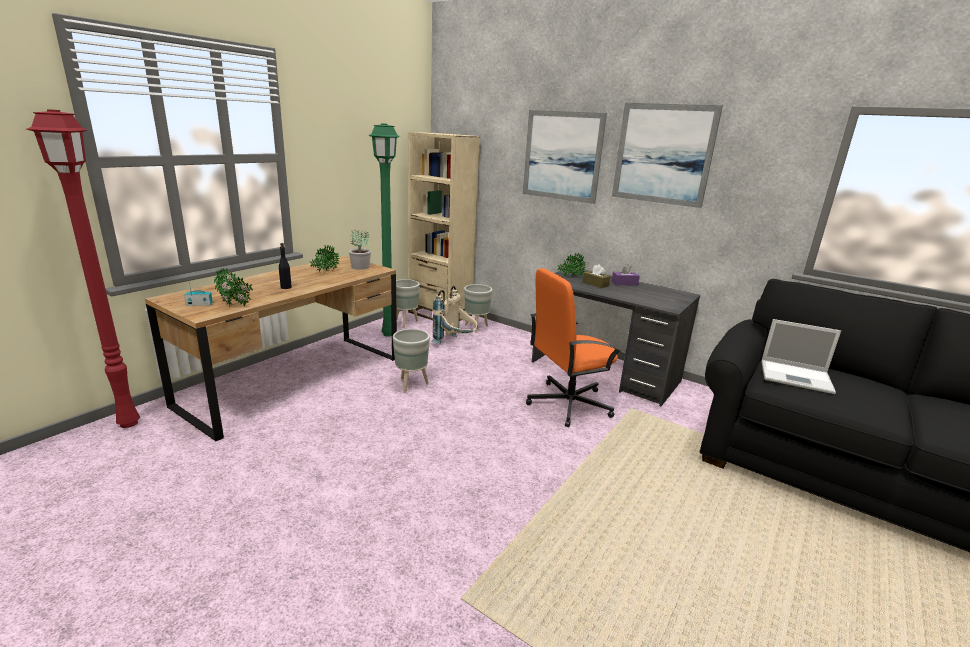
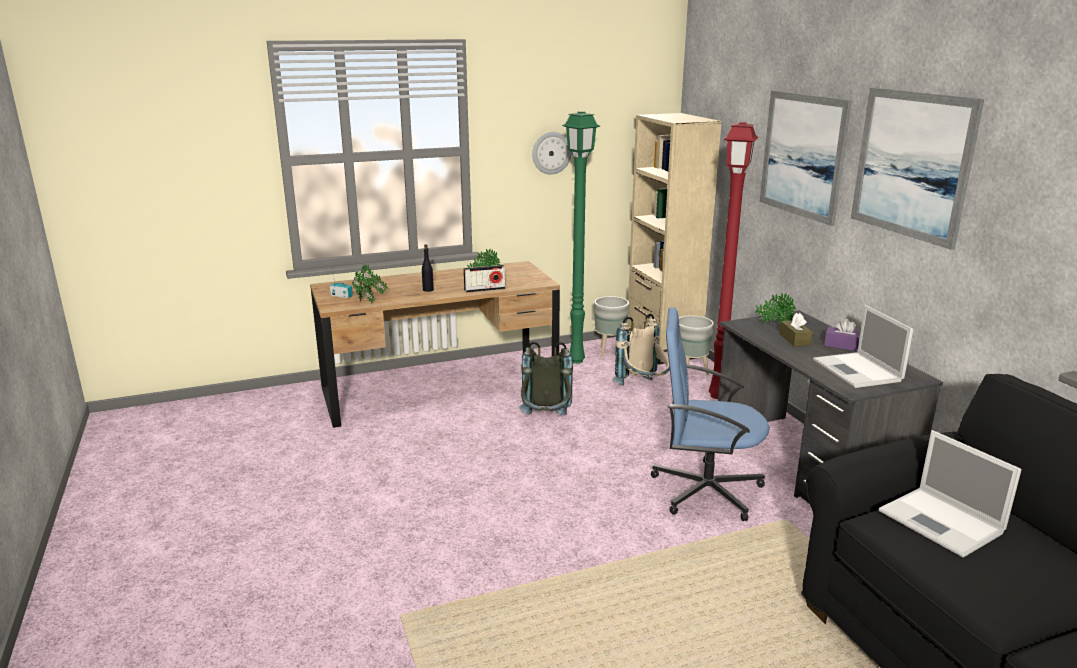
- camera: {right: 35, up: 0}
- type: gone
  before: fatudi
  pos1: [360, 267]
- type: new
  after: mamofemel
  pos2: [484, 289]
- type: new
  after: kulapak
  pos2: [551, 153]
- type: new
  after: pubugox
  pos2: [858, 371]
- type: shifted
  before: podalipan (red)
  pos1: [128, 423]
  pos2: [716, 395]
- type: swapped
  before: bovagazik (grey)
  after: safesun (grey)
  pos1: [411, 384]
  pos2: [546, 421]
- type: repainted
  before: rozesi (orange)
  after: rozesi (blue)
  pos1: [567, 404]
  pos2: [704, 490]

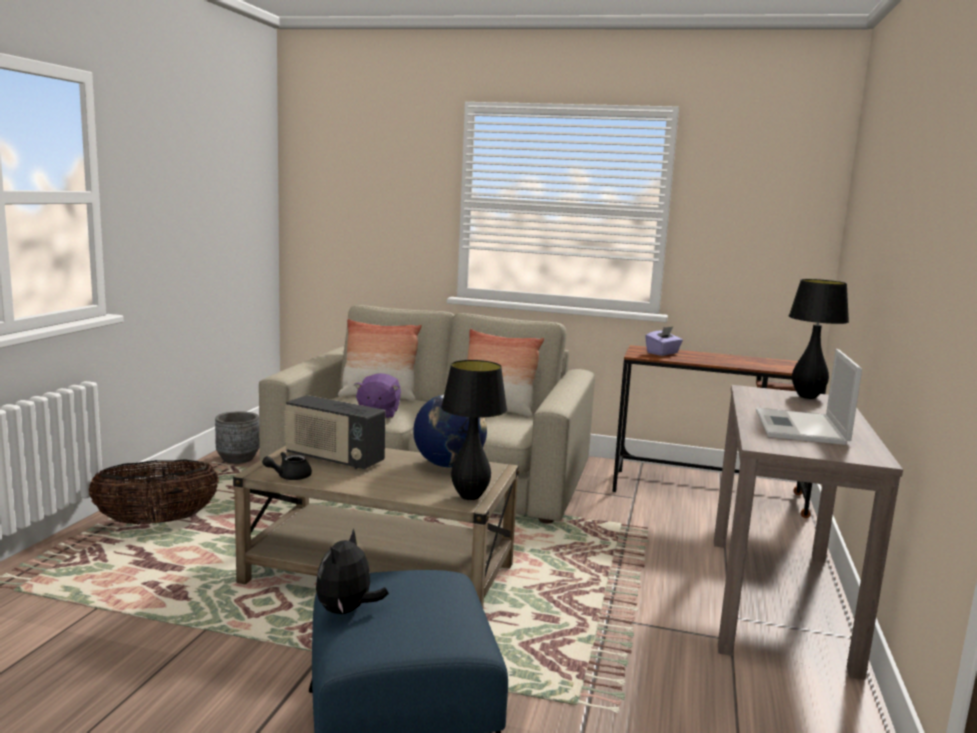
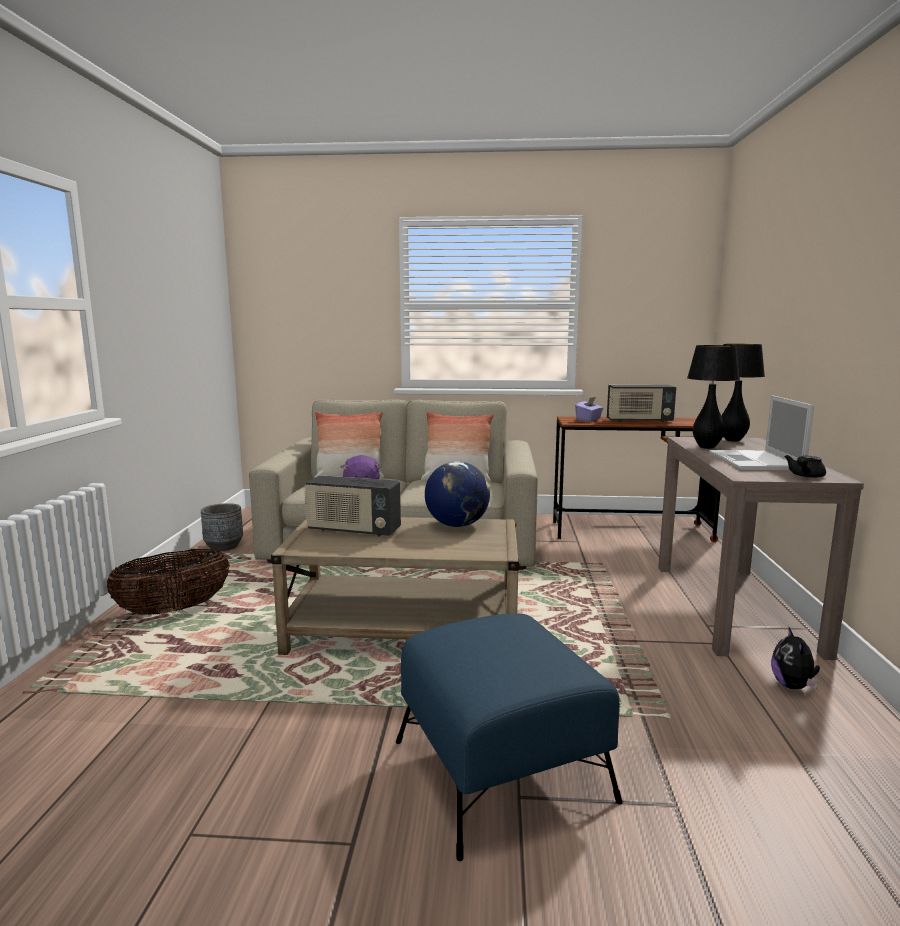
- camera: {right: -10, up: 0}
- type: new
  after: mamofemel
  pos2: [639, 421]
- type: shifted
  before: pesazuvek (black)
  pos1: [289, 477]
  pos2: [805, 476]
- type: shifted
  before: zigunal
  pos1: [347, 611]
  pos2: [793, 686]
- type: shifted
  before: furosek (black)
  pos1: [470, 497]
  pos2: [706, 447]

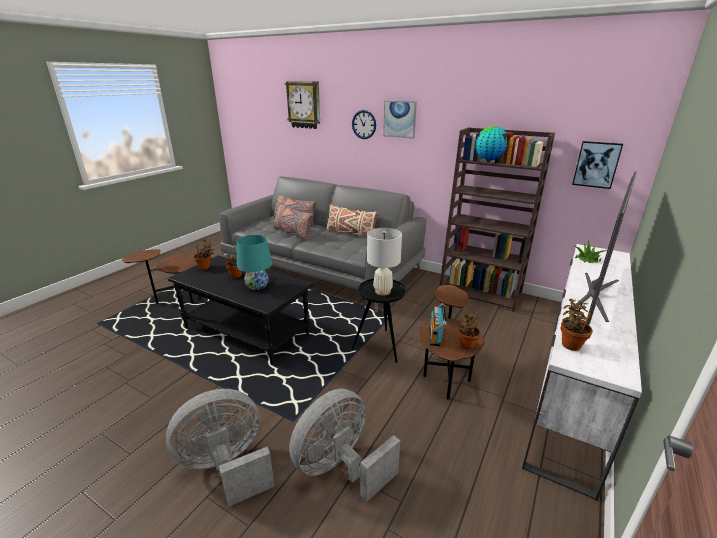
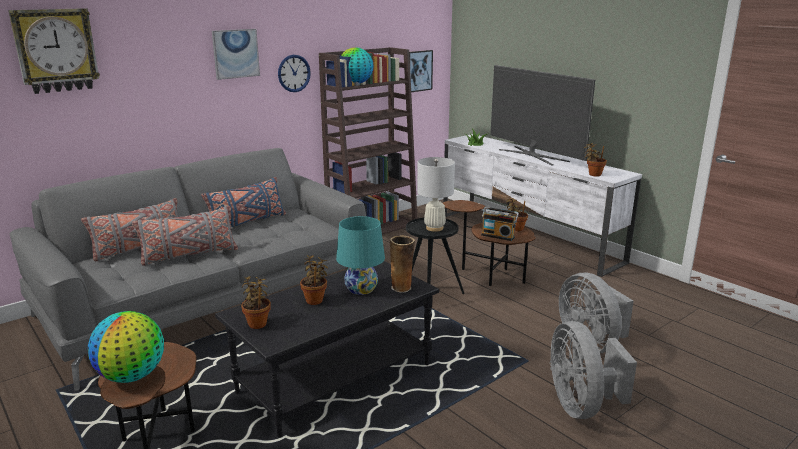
- camera: {right: -70, up: -5}
- type: new
  after: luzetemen
  pos2: [132, 376]
- type: new
  after: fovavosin
  pos2: [402, 288]
- type: shifted
  before: kulapak
  pos1: [364, 124]
  pos2: [294, 73]
- type: repainted
  before: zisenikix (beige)
  after: zisenikix (blue)
  pos1: [351, 233]
  pos2: [247, 222]

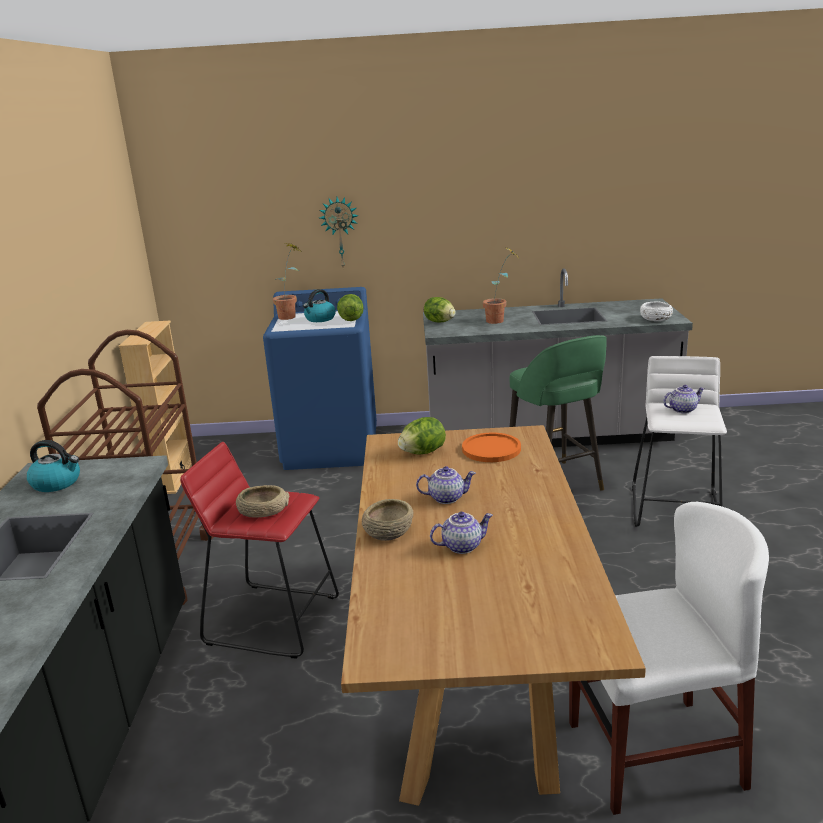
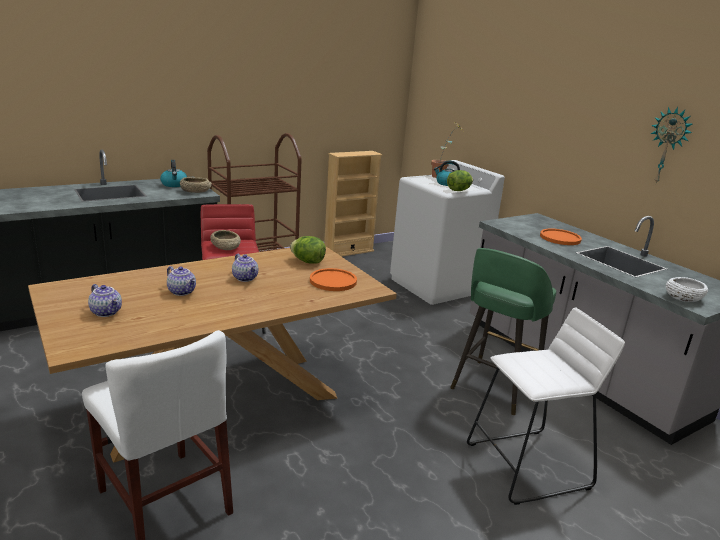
- camera: {right: 55, up: 0}
- type: gone
  before: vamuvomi
  pos1: [440, 322]
- type: shifted
  before: kulapak
  pos1: [340, 232]
  pos2: [668, 146]
- type: shifted
  before: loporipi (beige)
  pos1: [388, 531]
  pos2: [195, 191]
- type: shifted
  before: pesazuvek
  pos1: [682, 409]
  pos2: [107, 312]
- type: swapped
  before: fatudi
  after: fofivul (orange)
  pos1: [500, 321]
  pos2: [560, 238]
- type: repainted
  before: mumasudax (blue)
  after: mumasudax (white)
  pos1: [332, 448]
  pos2: [437, 285]

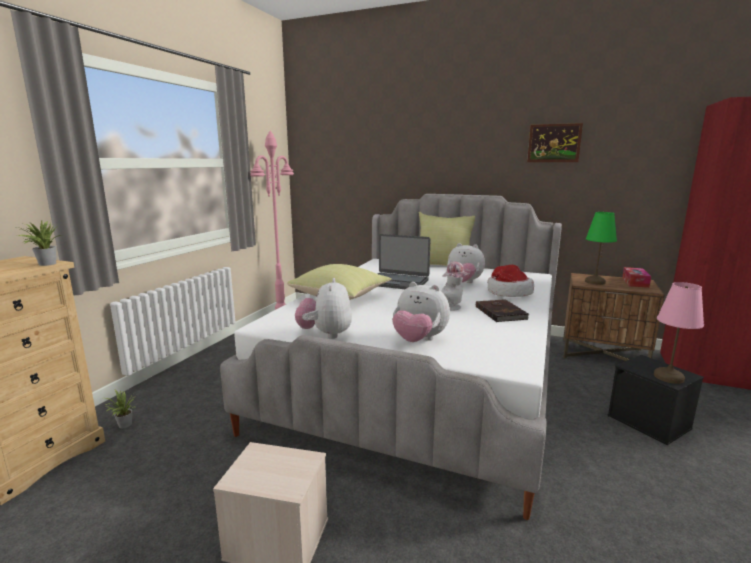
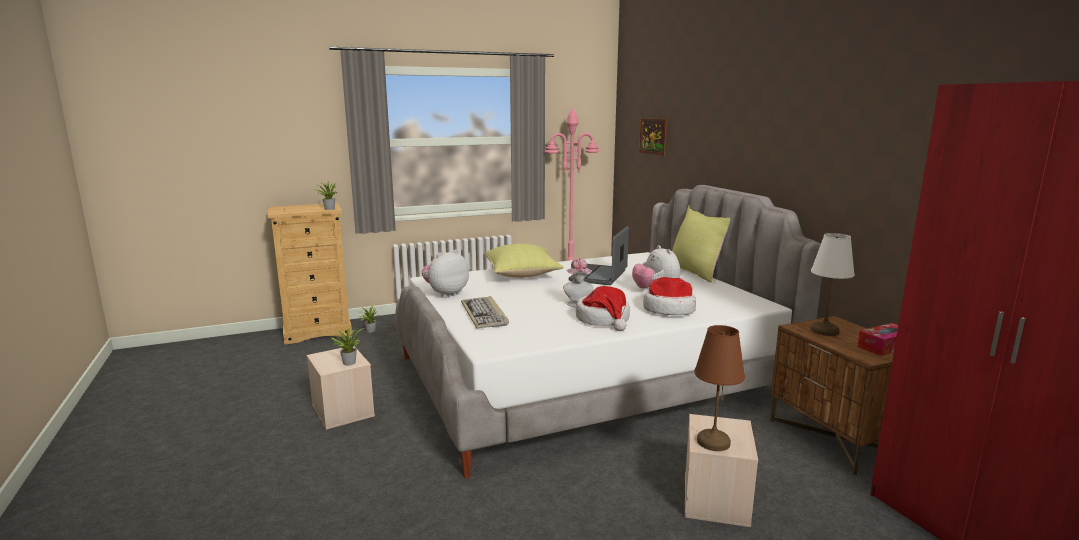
- camera: {right: 45, up: 0}
- type: new
  after: fatudi
  pos2: [348, 362]
- type: shifted
  before: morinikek
  pos1: [554, 143]
  pos2: [653, 136]
- type: swapped
  before: zigunal
  after: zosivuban
  pos1: [419, 340]
  pos2: [484, 315]
- type: swapped
  before: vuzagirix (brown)
  after: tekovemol
  pos1: [501, 312]
  pos2: [603, 319]
- type: repainted
  before: furosek (green)
  after: furosek (white)
  pos1: [594, 282]
  pos2: [824, 330]
- type: repainted
  before: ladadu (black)
  after: ladadu (beige)
  pos1: [650, 422]
  pos2: [716, 499]
- type: repainted
  before: furosek (pink)
  after: furosek (brown)
  pos1: [669, 377]
  pos2: [713, 442]
- type: rotated
  before: pubugox
  pos1: [397, 282]
  pos2: [599, 276]
  turn: 45

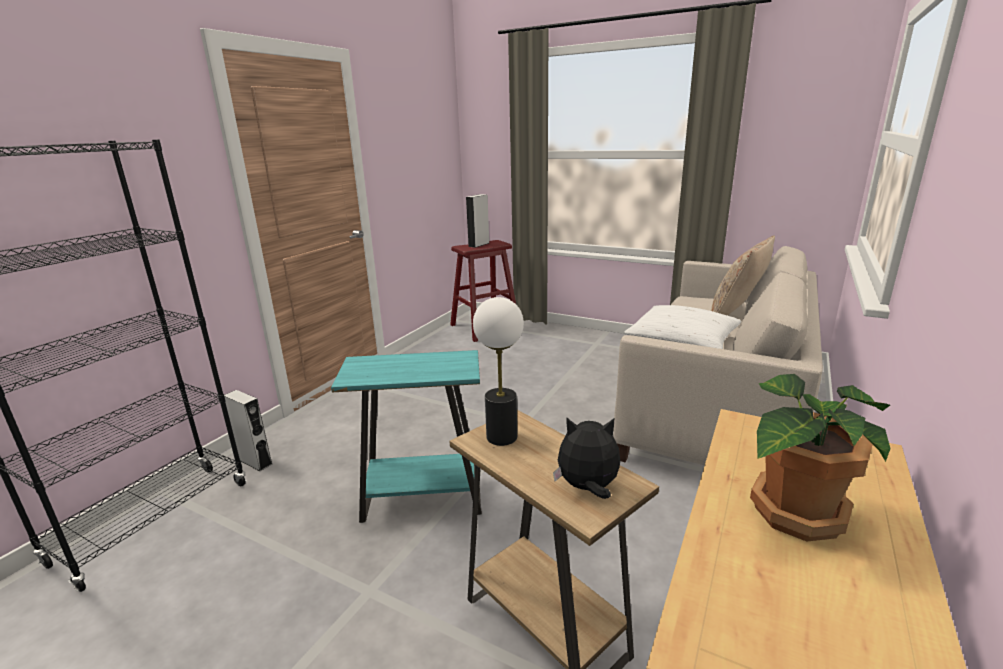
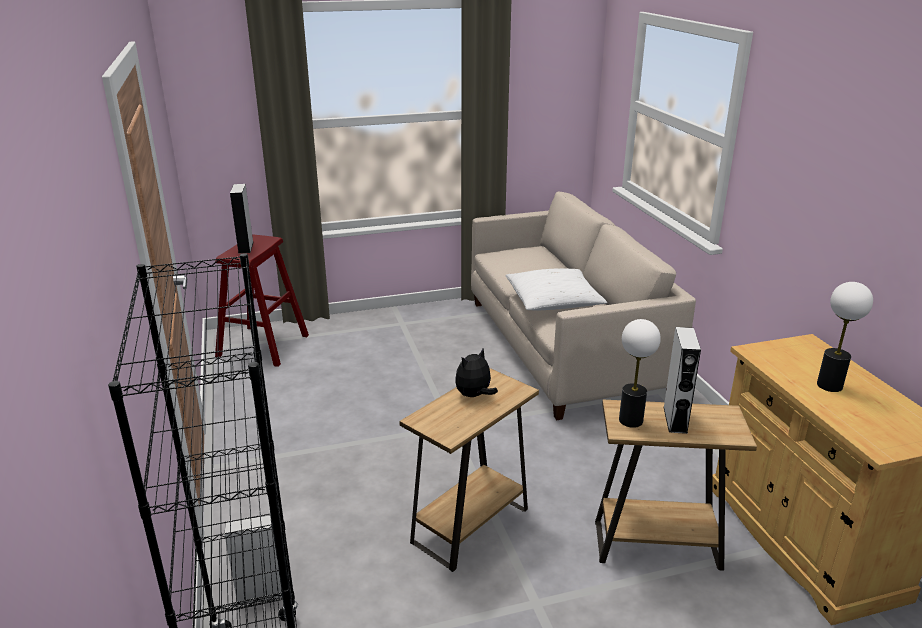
- camera: {right: -45, up: 5}
- type: gone
  before: zisenikix (beige)
  pos1: [736, 315]
- type: new
  after: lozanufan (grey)
  pos2: [675, 419]
- type: shifted
  before: zigunal
  pos1: [587, 488]
  pos2: [474, 396]
- type: swapped
  before: fatudi
  after: furosek
  pos1: [793, 513]
  pos2: [829, 385]
- type: repainted
  before: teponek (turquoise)
  after: teponek (brown)
  pos1: [423, 499]
  pos2: [470, 526]

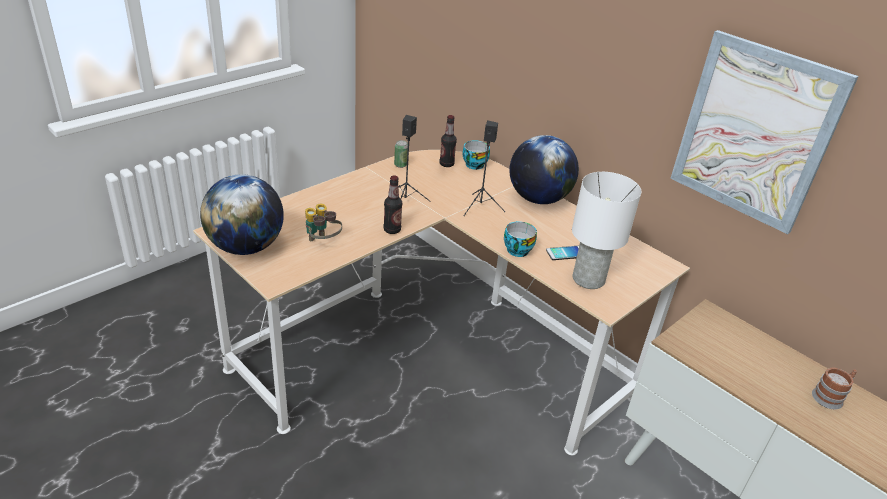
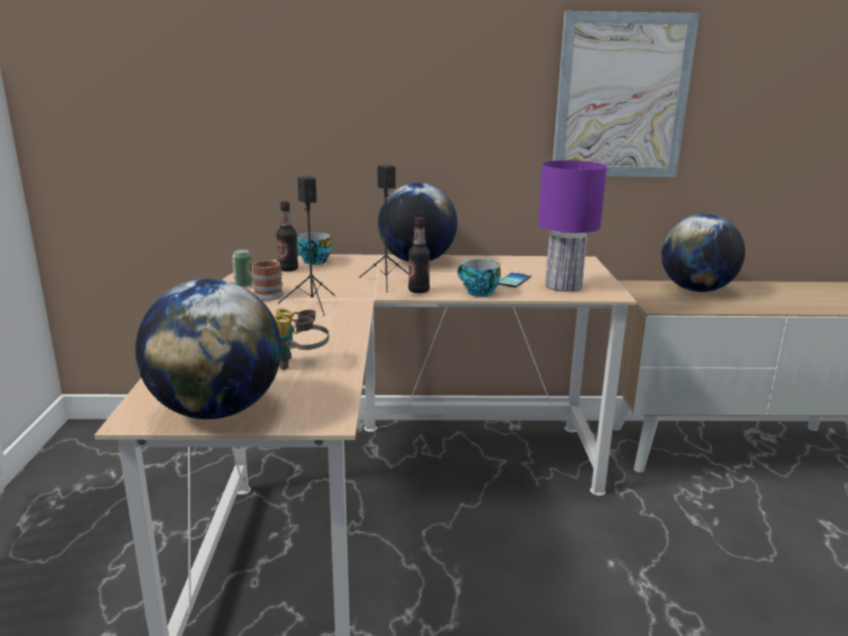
- camera: {right: -45, up: -15}
- type: new
  after: luzetemen
  pos2: [696, 290]
- type: shifted
  before: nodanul
  pos1: [392, 230]
  pos2: [418, 291]
- type: shifted
  before: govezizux
  pos1: [830, 397]
  pos2: [271, 293]
- type: repainted
  before: furosek (white)
  after: furosek (purple)
  pos1: [588, 280]
  pos2: [564, 286]

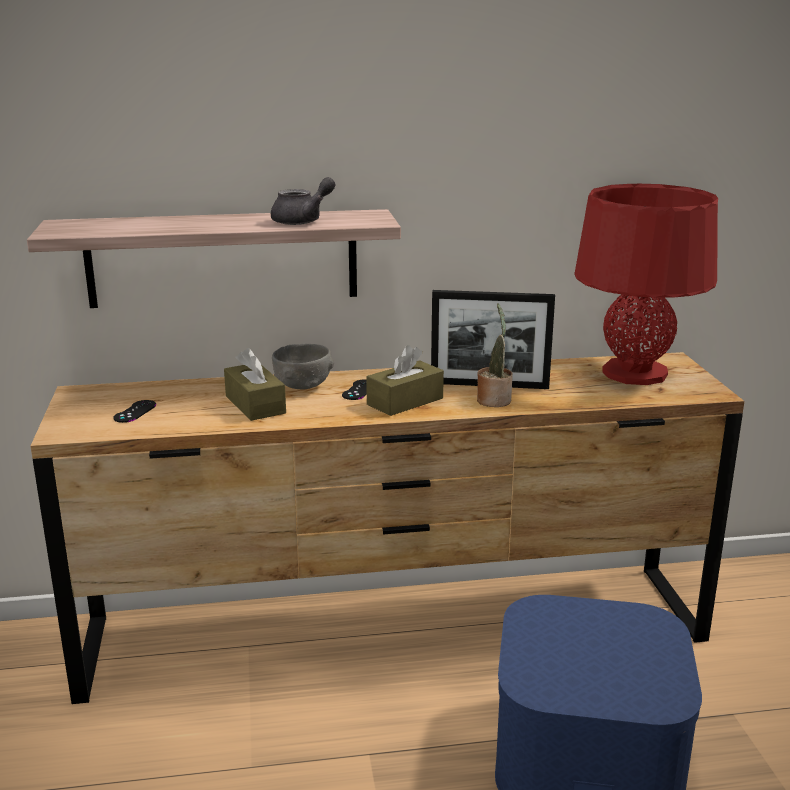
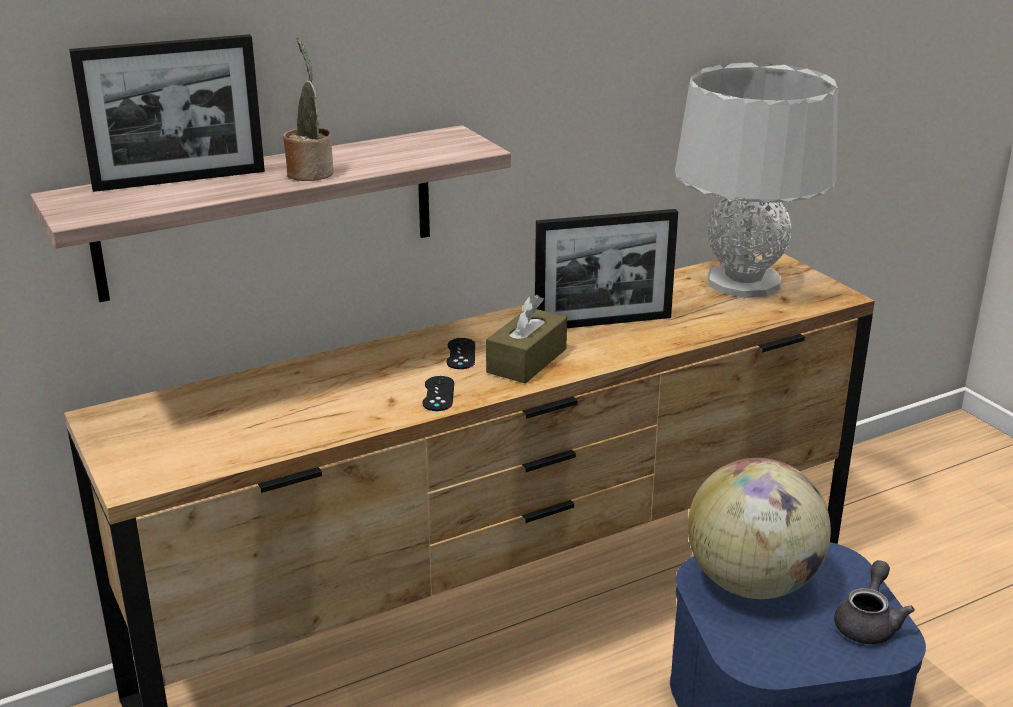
- camera: {right: -20, up: 5}
- type: gone
  before: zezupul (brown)
  pos1: [255, 405]
- type: gone
  before: loporipi (grey)
  pos1: [303, 386]
- type: new
  after: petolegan
  pos2: [180, 180]
- type: new
  after: luzetemen
  pos2: [752, 583]
- type: shifted
  before: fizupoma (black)
  pos1: [135, 411]
  pos2: [438, 394]
- type: shifted
  before: pesazuvek (grey)
  pos1: [303, 220]
  pos2: [868, 623]
- type: shifted
  before: fatudi
  pos1: [494, 399]
  pos2: [310, 172]
- type: repainted
  before: furosek (red)
  after: furosek (grey)
  pos1: [634, 373]
  pos2: [743, 282]

